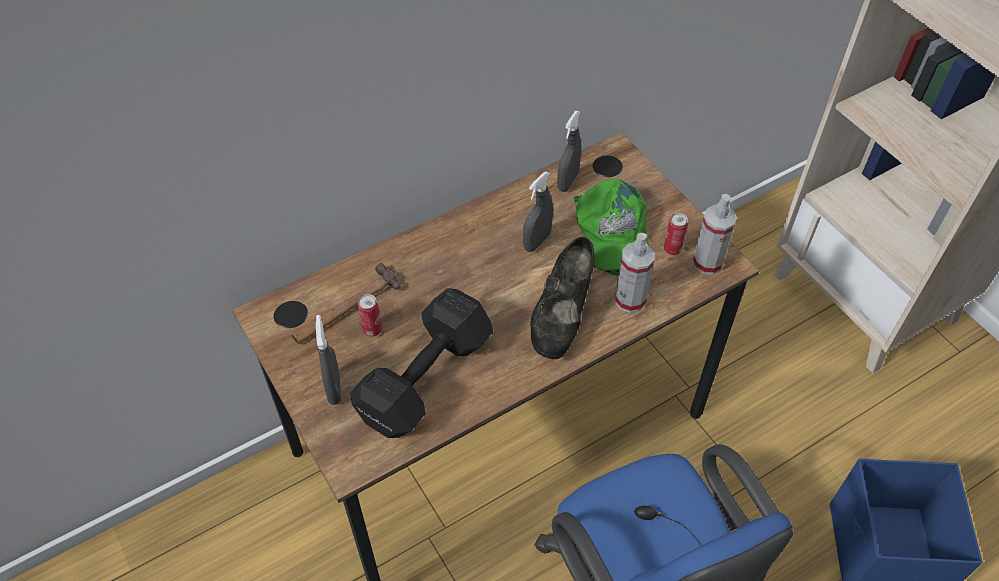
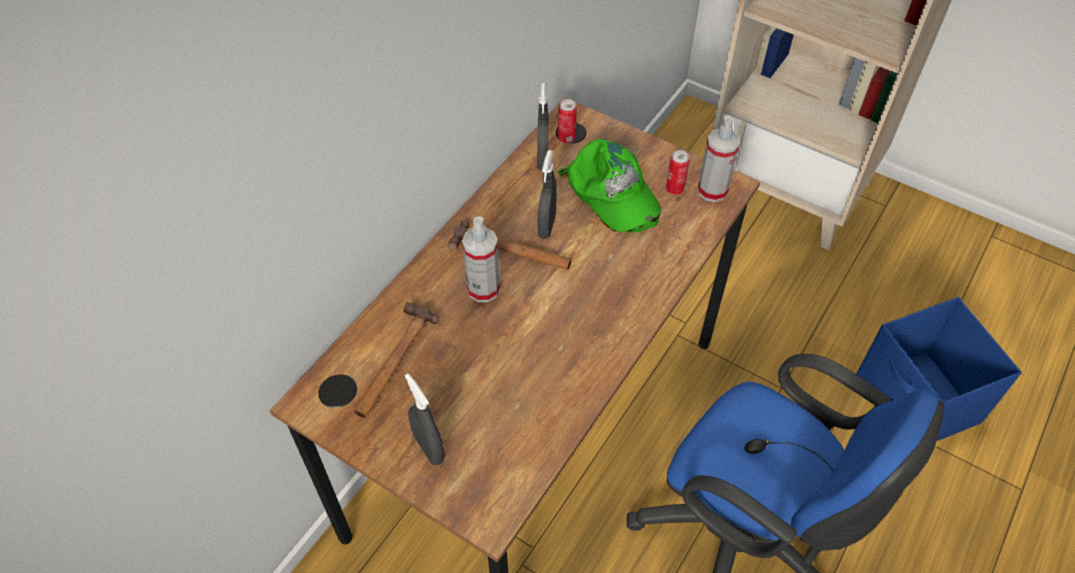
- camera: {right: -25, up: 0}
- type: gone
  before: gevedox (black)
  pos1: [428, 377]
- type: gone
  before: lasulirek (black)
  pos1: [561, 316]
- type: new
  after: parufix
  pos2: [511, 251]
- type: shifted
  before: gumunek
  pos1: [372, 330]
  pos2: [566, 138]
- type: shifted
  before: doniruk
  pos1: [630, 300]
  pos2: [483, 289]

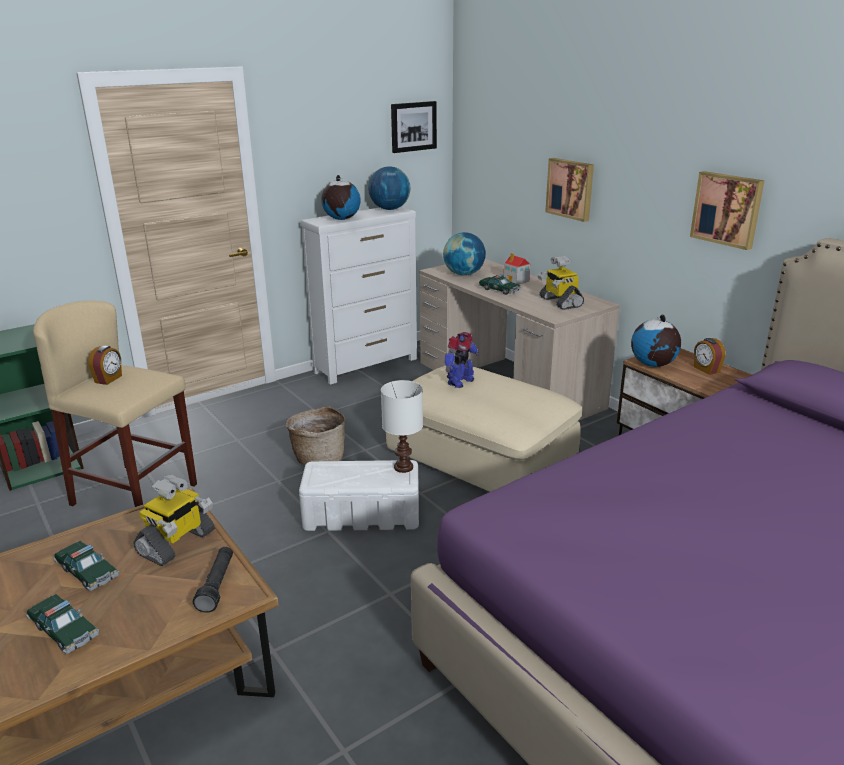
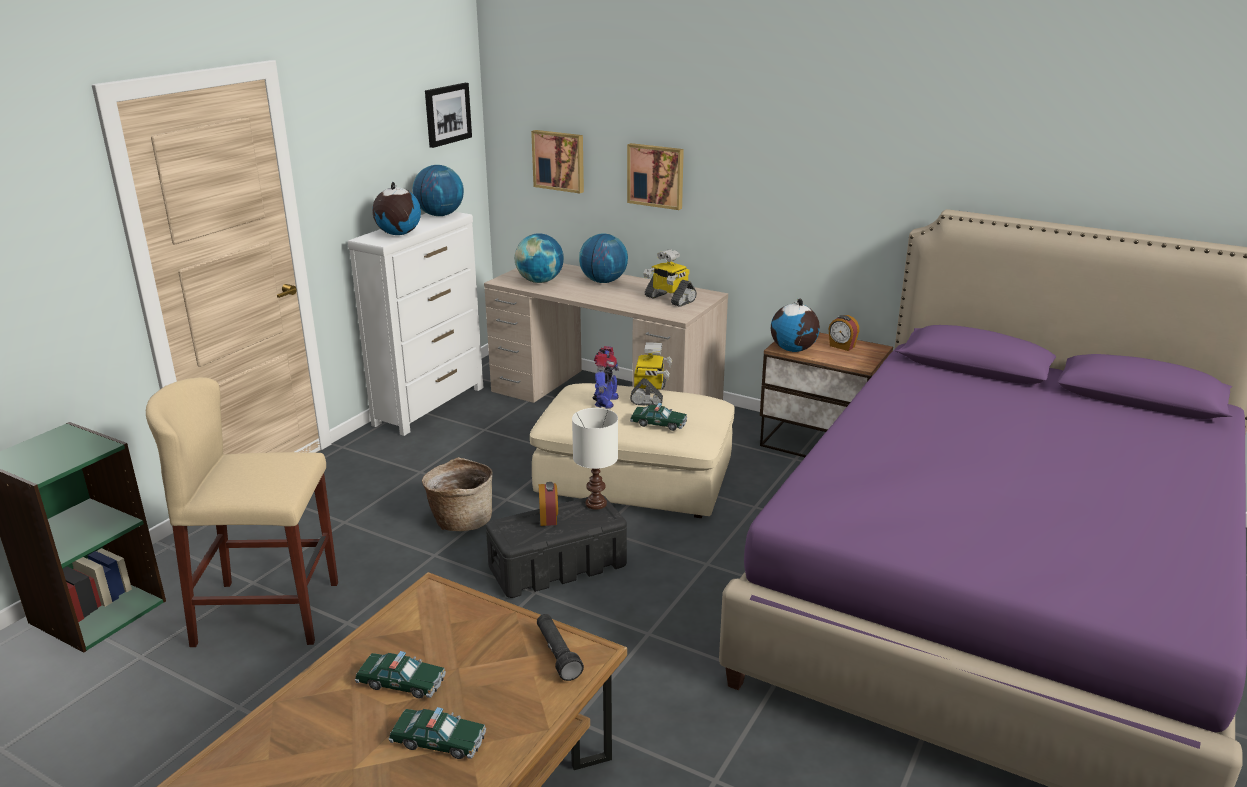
- camera: {right: -25, up: 0}
- type: shifted
  before: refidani
  pos1: [109, 379]
  pos2: [549, 518]
- type: shifted
  before: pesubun
  pos1: [177, 543]
  pos2: [649, 395]
- type: shifted
  before: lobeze
  pos1: [499, 290]
  pos2: [658, 424]
- type: shifted
  before: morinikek
  pos1: [727, 209]
  pos2: [559, 160]
- type: swapped
  before: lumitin
  after: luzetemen
  pos1: [516, 281]
  pos2: [603, 281]
- type: repainted
  before: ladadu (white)
  after: ladadu (black)
  pos1: [363, 514]
  pos2: [558, 566]

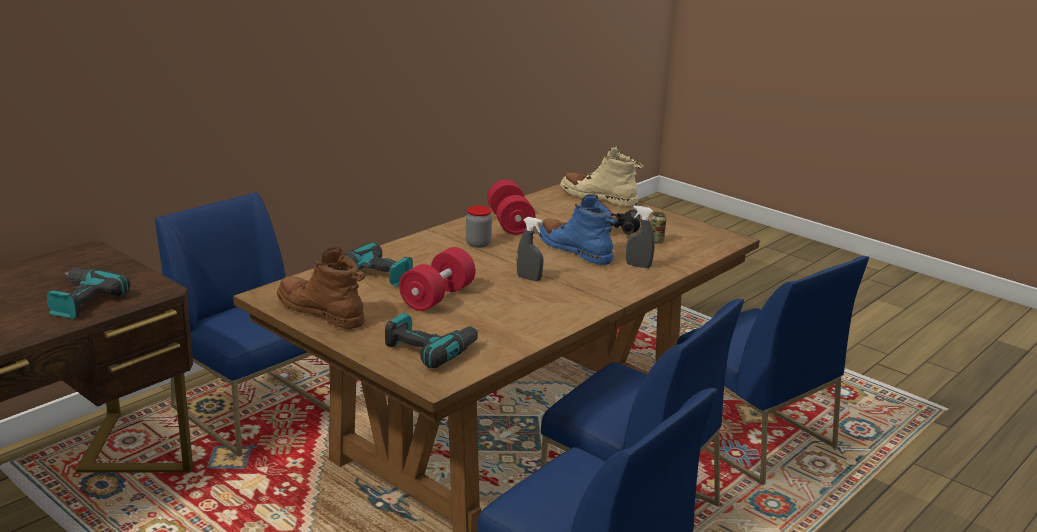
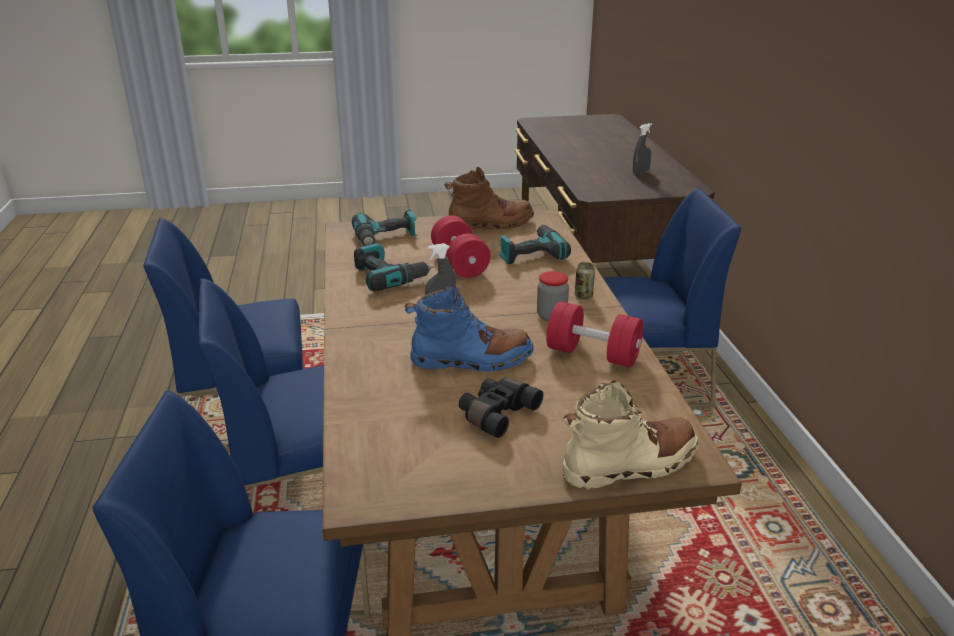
- camera: {right: 130, up: 5}
- type: shifted
  before: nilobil
  pos1: [81, 301]
  pos2: [389, 277]
- type: shifted
  before: doniruk (grey)
  pos1: [638, 266]
  pos2: [640, 172]
- type: shifted
  before: gumunek
  pos1: [656, 241]
  pos2: [583, 296]

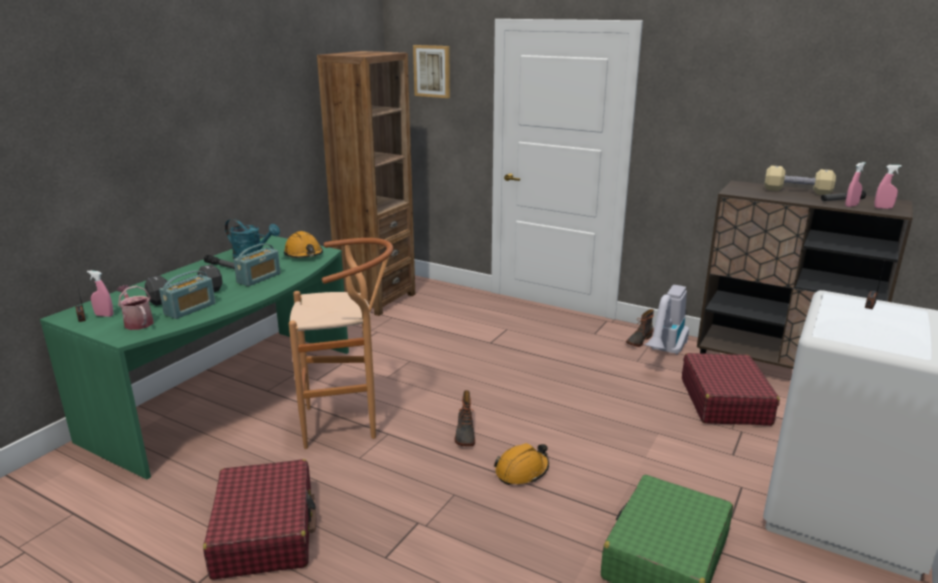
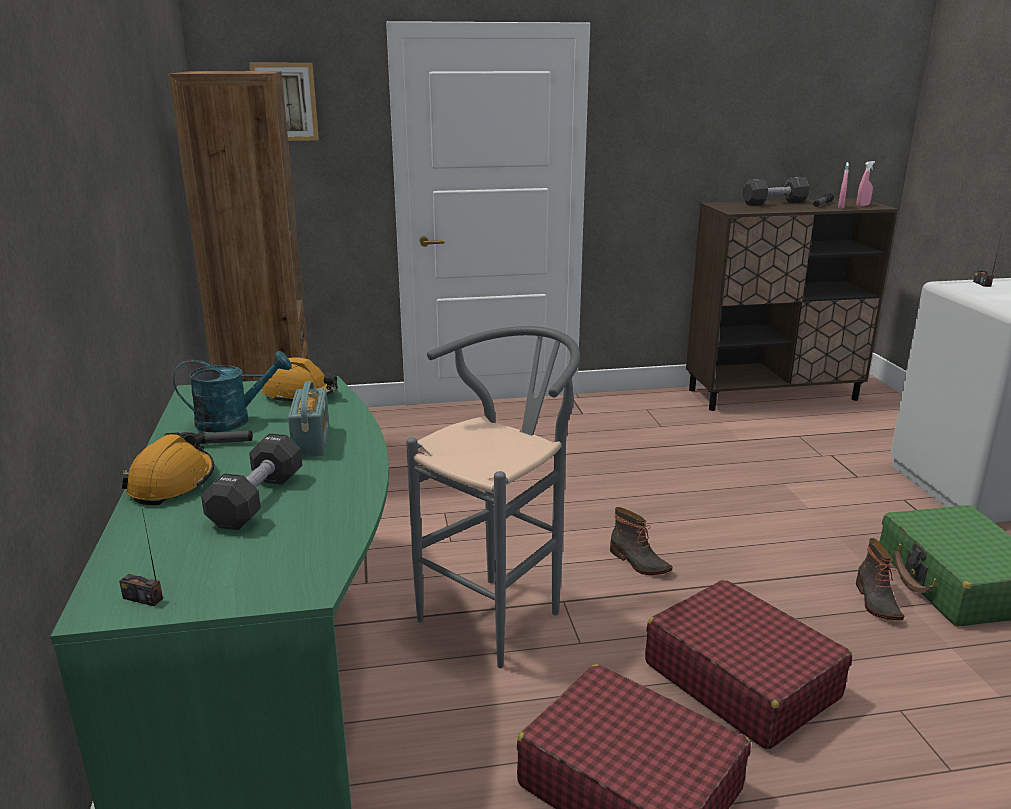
- camera: {right: -40, up: 0}
- type: gone
  before: doniruk (pink)
  pos1: [104, 315]
- type: gone
  before: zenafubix
  pos1: [137, 322]
- type: gone
  before: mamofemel
  pos1: [190, 309]
- type: gone
  before: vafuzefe
  pos1: [665, 352]
- type: shifted
  before: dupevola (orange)
  pos1: [522, 471]
  pos2: [172, 483]
- type: shifted
  before: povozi
  pos1: [638, 340]
  pos2: [875, 602]
- type: shifted
  before: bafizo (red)
  pos1: [725, 401]
  pos2: [740, 679]
- type: repainted
  before: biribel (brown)
  after: biribel (grey)
  pos1: [349, 423]
  pos2: [500, 612]
- type: repainted
  before: gevedox (beige)
  after: gevedox (black)
  pos1: [797, 191]
  pos2: [774, 203]

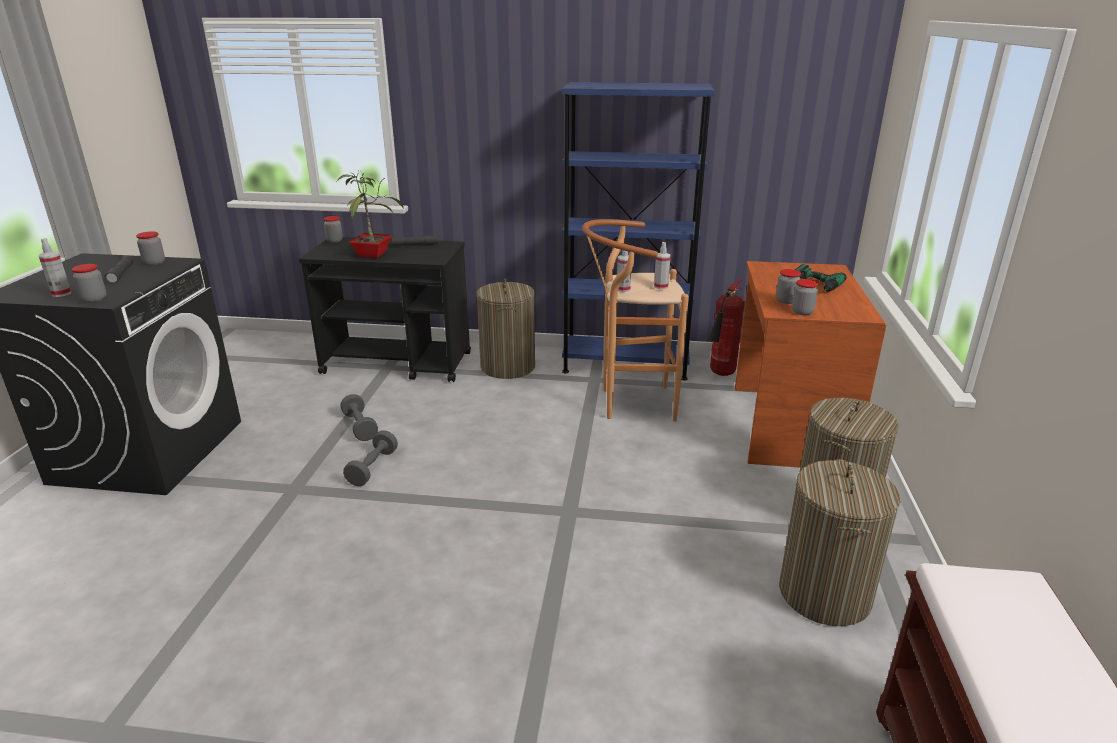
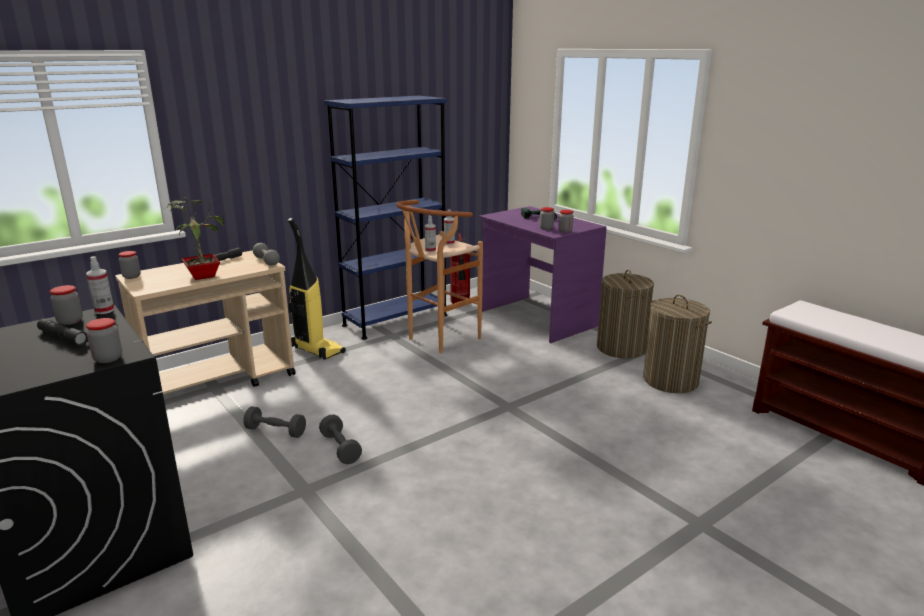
- camera: {right: -45, up: -5}
- type: new
  after: gevedox (grey)
  pos2: [266, 261]
- type: shifted
  before: doniruk
  pos1: [61, 293]
  pos2: [104, 310]
- type: swapped
  before: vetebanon
  after: vafuzefe
  pos1: [507, 366]
  pos2: [317, 350]
- type: repainted
  before: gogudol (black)
  after: gogudol (beige)
  pos1: [398, 363]
  pos2: [219, 381]
- type: repainted
  before: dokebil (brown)
  after: dokebil (purple)
  pos1: [786, 426]
  pos2: [536, 318]

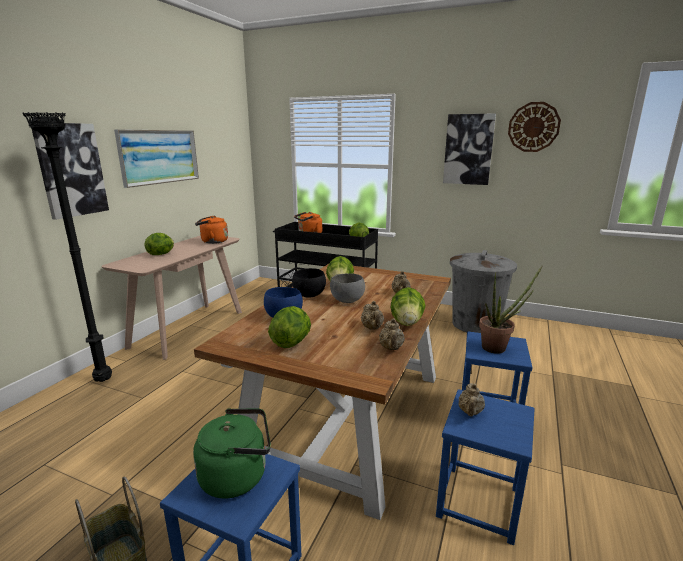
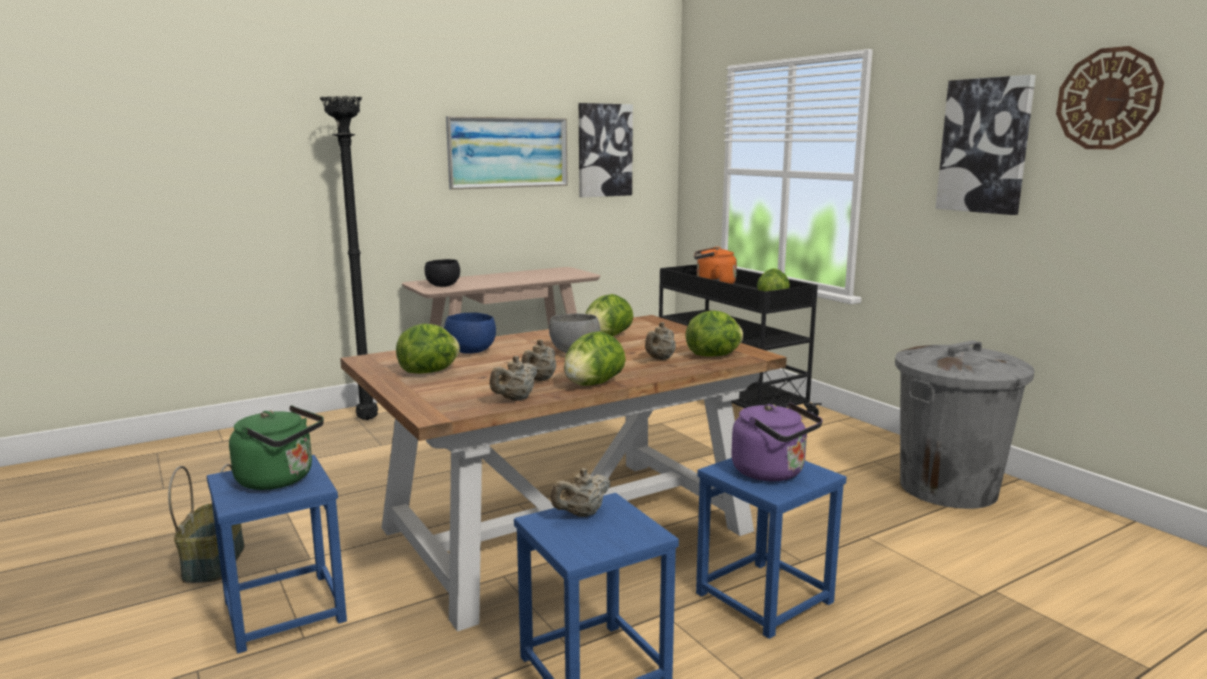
- camera: {right: 35, up: -5}
- type: gone
  before: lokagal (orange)
  pos1: [212, 241]
- type: shifted
  before: morinikek
  pos1: [71, 170]
  pos2: [604, 150]
- type: shifted
  before: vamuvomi
  pos1: [161, 254]
  pos2: [714, 356]
- type: shifted
  before: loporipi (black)
  pos1: [310, 295]
  pos2: [443, 286]
- type: swapped
  before: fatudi
  after: lokagal (purple)
  pos1: [498, 347]
  pos2: [772, 473]

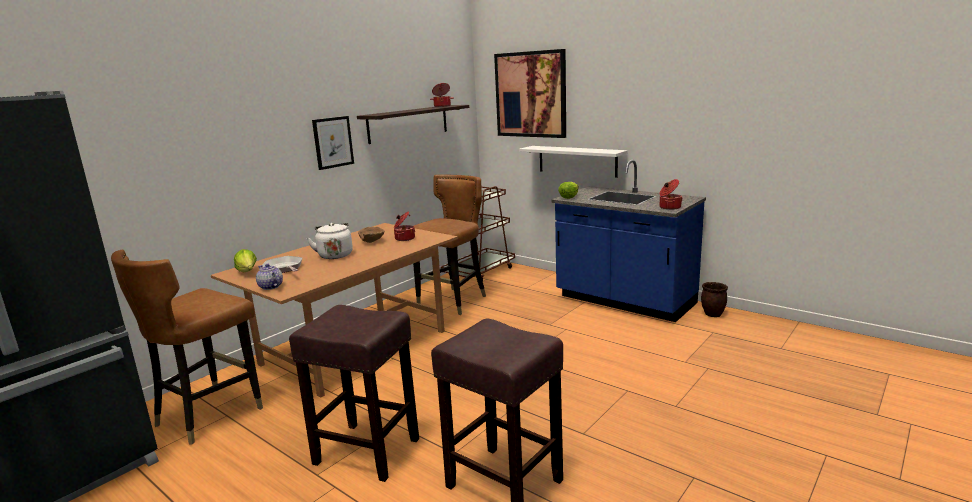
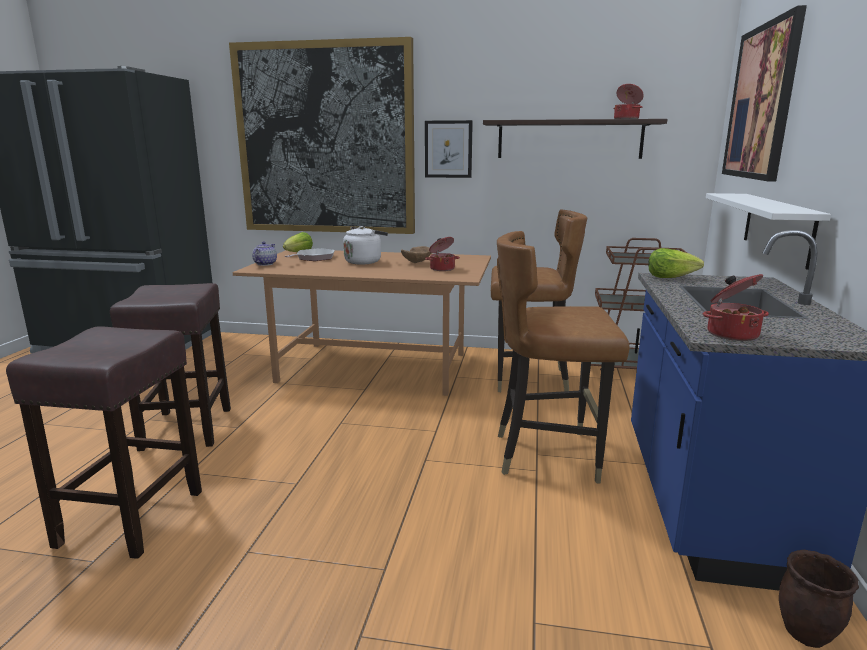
- camera: {right: 60, up: 0}
- type: new
  after: morinikek
  pos2: [326, 140]
- type: shifted
  before: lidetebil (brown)
  pos1: [209, 414]
  pos2: [548, 455]

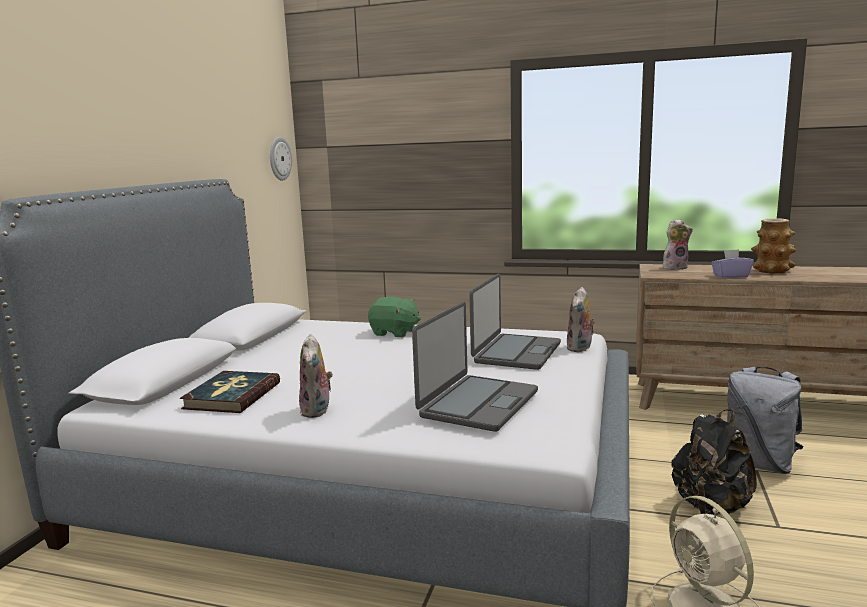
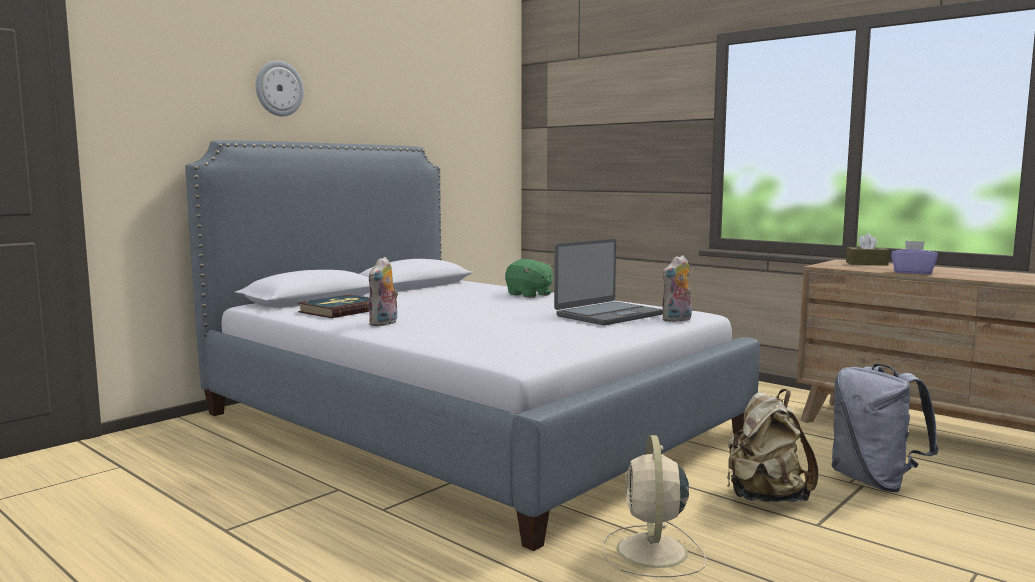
- camera: {right: 25, up: -5}
- type: gone
  before: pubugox
  pos1: [477, 403]
- type: gone
  before: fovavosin
  pos1: [771, 271]
- type: shifted
  before: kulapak
  pos1: [279, 158]
  pos2: [279, 88]
- type: swapped
  before: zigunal
  after: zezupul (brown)
  pos1: [675, 268]
  pos2: [866, 263]
- type: repainted
  before: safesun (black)
  after: safesun (beige)
  pos1: [711, 506]
  pos2: [765, 498]

